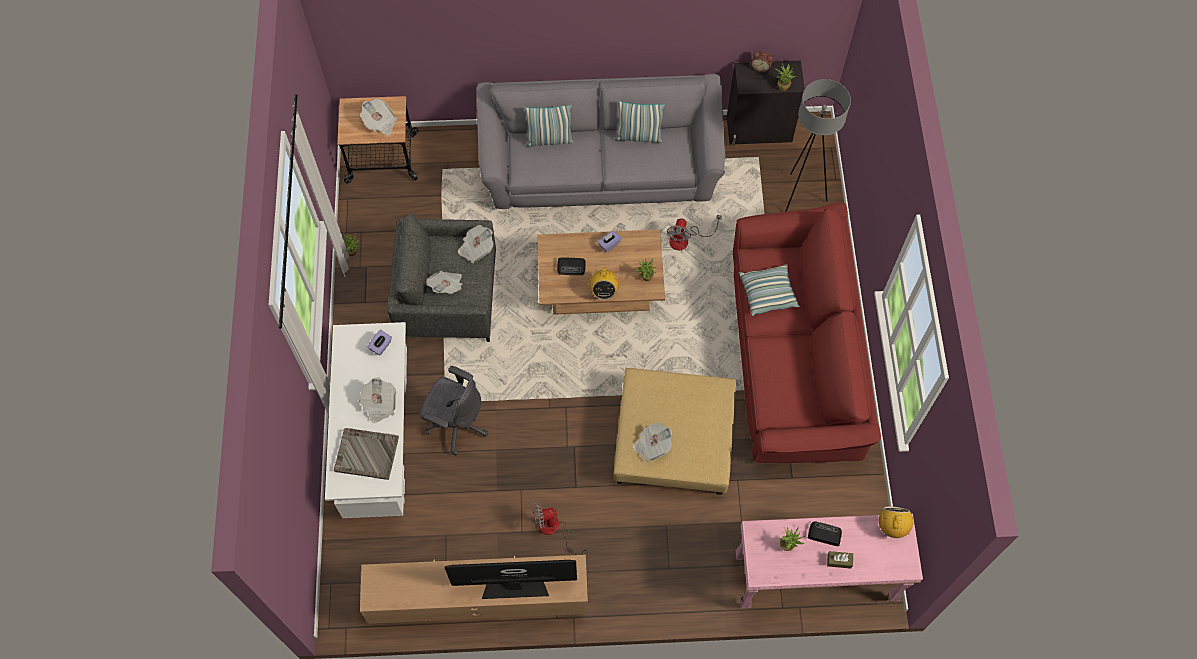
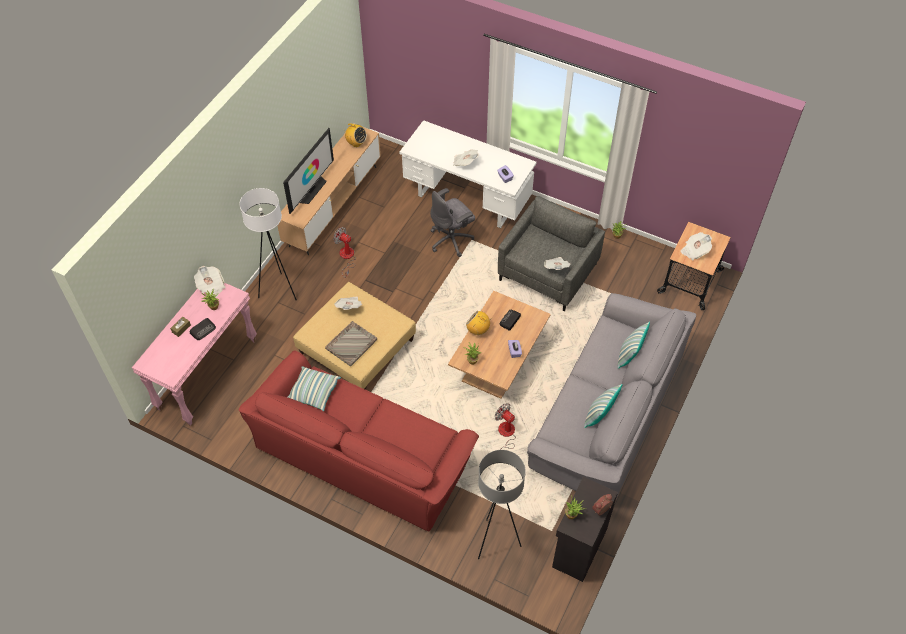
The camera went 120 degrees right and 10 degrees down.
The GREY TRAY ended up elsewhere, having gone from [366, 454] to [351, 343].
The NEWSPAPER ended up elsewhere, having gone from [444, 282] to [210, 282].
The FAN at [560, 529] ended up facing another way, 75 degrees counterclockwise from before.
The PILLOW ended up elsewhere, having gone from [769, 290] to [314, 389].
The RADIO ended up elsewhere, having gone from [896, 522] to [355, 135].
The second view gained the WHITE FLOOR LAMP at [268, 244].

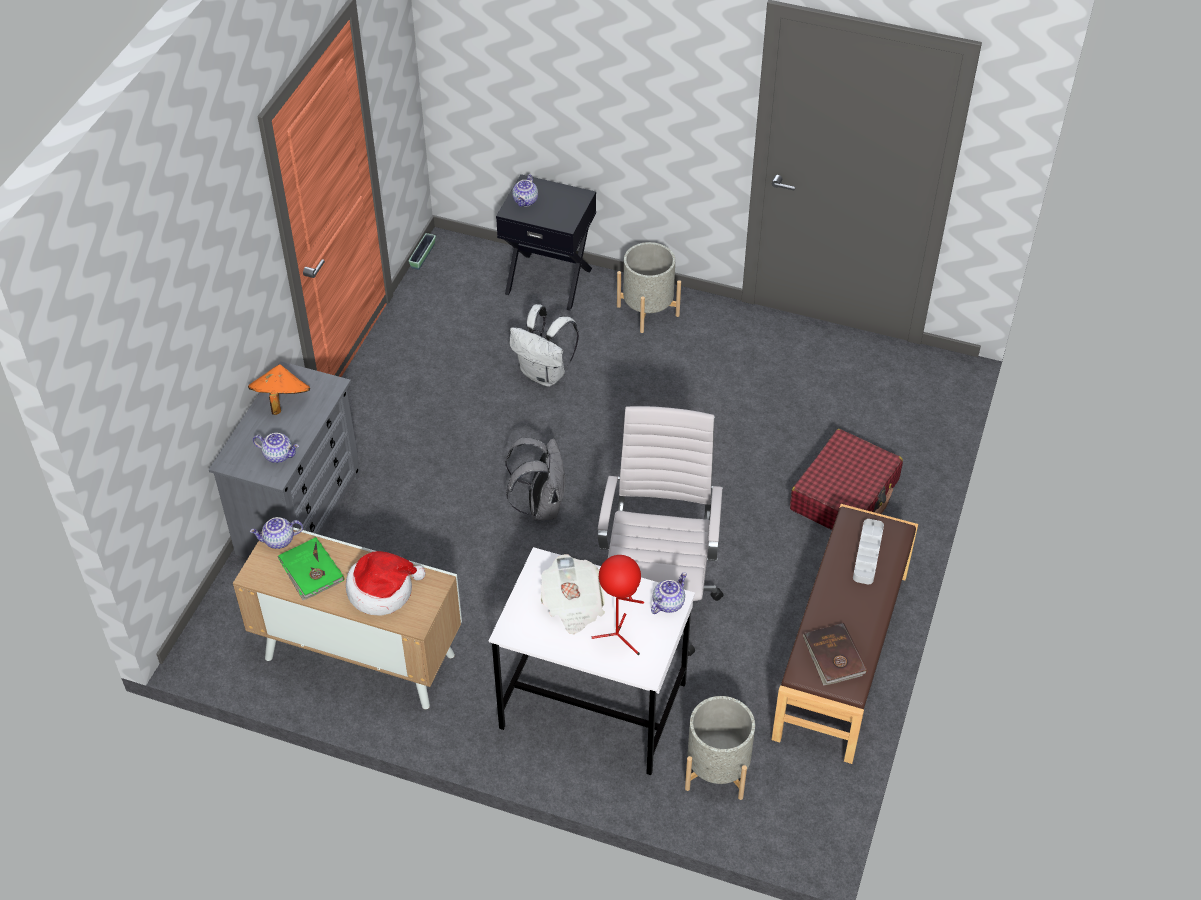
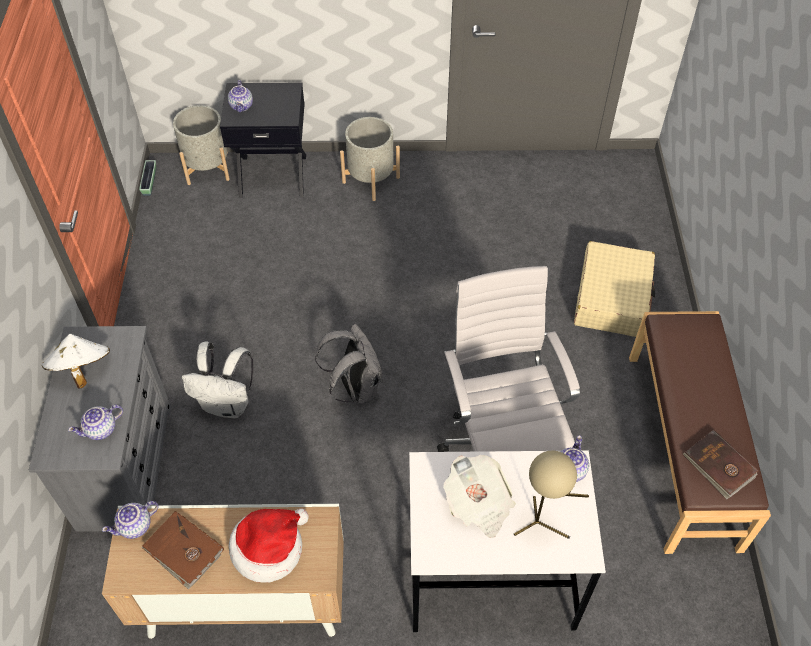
The camera went 20 degrees left and 5 degrees up.
What was the ORANGE HAT at [279, 389] turned into the WHITE HAT at [76, 361].
The TEAPOT at [276, 448] ended up facing another way, 150 degrees clockwise from before.
What was the GREEN BOOK at [311, 568] turned into the BROWN BOOK at [183, 550].
The WHITE BACKPACK ended up elsewhere, having gone from [544, 345] to [217, 379].
What was the RED TABLE LAMP at [618, 605] turned into the BEIGE TABLE LAMP at [551, 495].
The GREY PLANTER ended up elsewhere, having gone from [720, 748] to [201, 145].
What was the RED SUITCASE at [846, 479] turned into the BEIGE SUITCASE at [614, 289].
The second view lost the GREY TRAY at [868, 552].

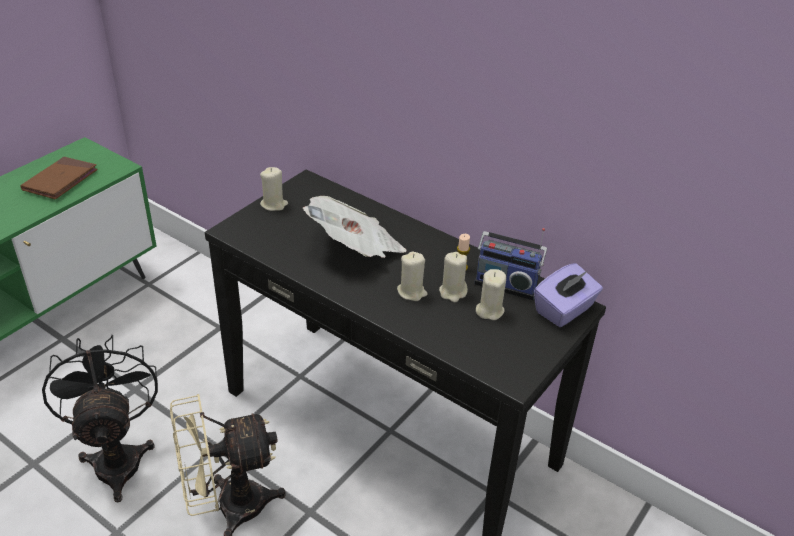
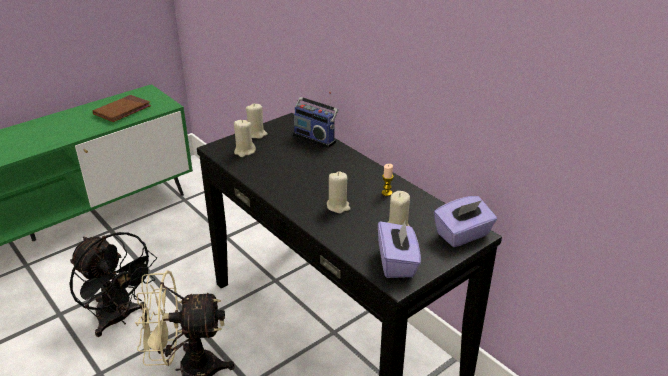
The camera went 15 degrees right and 5 degrees down.
The BLACK FAN at [100, 418] ended up facing another way, 135 degrees clockwise from before.
The second view lost the NEWSPAPER at [355, 227].
The BEIGE CANDLE ended up elsewhere, having gone from [453, 277] to [245, 138].
The RADIO ended up elsewhere, having gone from [510, 264] to [315, 119].
The second view gained the PURPLE TISSUE BOX at [399, 248].

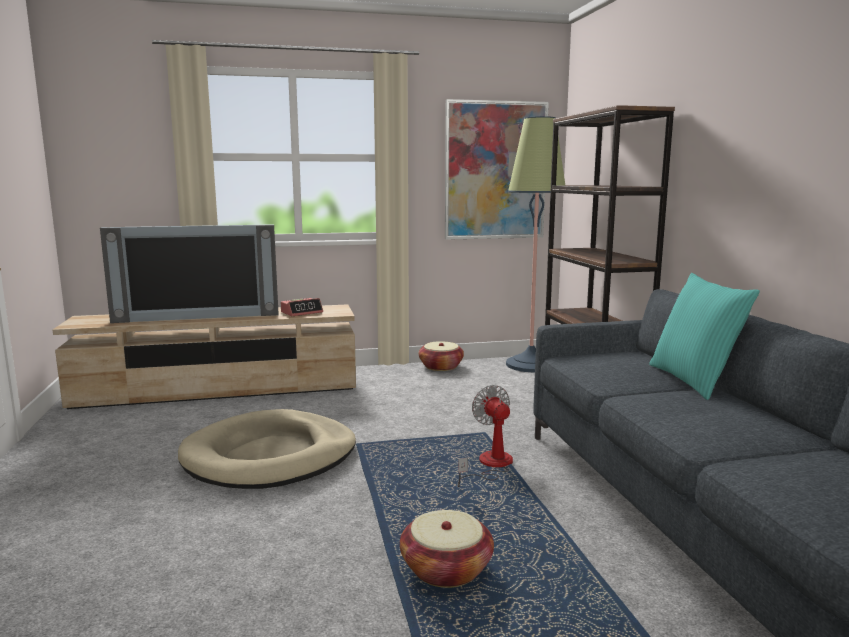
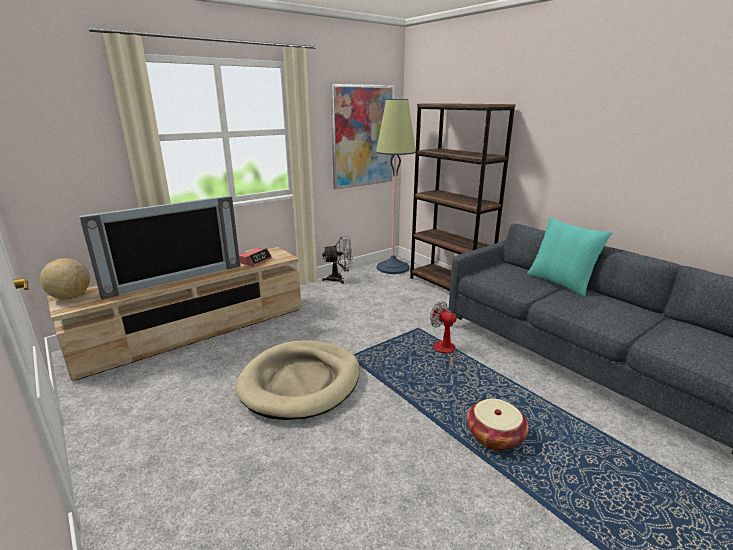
The camera went 25 degrees left and 10 degrees up.
Where the BASKET stood at [441, 356], the GREY FAN came to stand at [337, 260].
The second view gained the GLOBE at [65, 278].

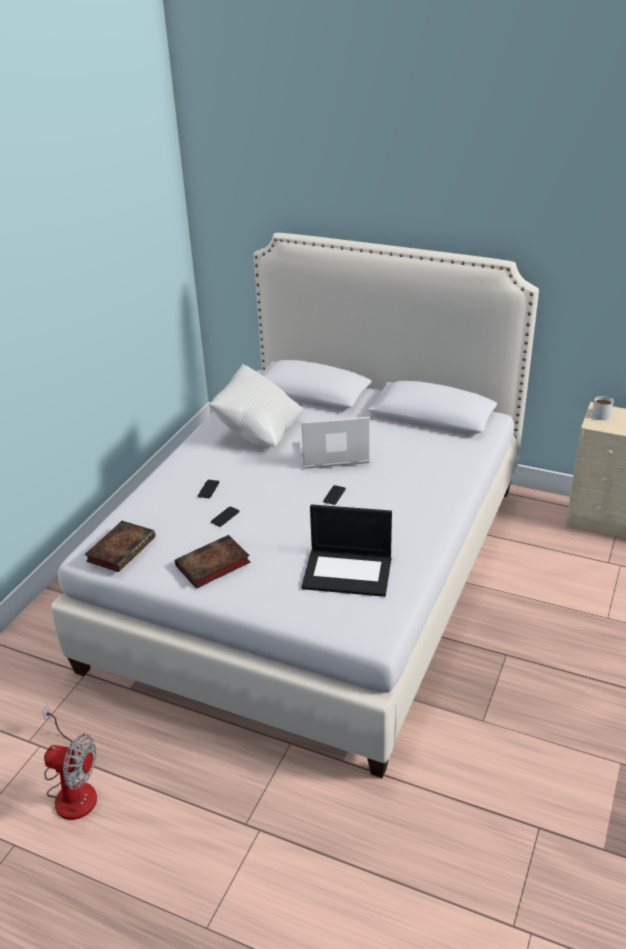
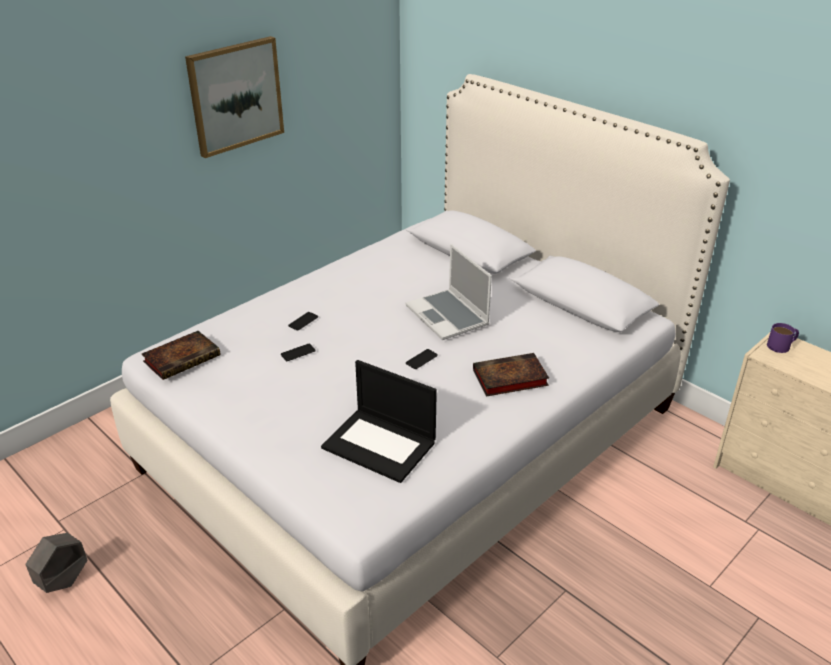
The camera went 20 degrees right and 0 degrees up.
Where the FAN stood at [69, 762], the GREY PLANTER came to stand at [56, 563].
The BOOK ended up elsewhere, having gone from [213, 562] to [511, 374].
The second view lost the WHITE PILLOW at [257, 405].
The LAPTOP at [334, 443] ended up facing another way, 135 degrees counterclockwise from before.
What was the WHITE MUG at [603, 408] turned into the PURPLE MUG at [783, 338].
The second view gained the PICTURE at [234, 97].

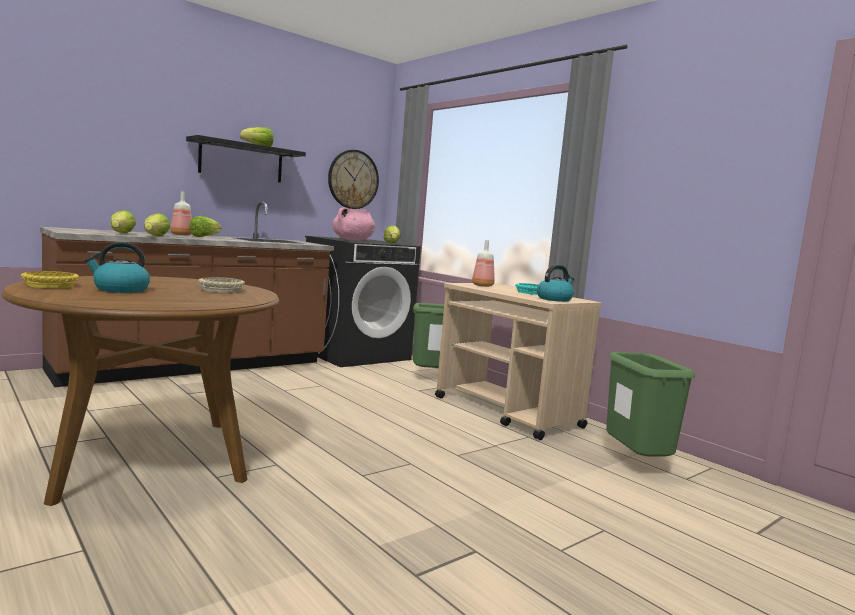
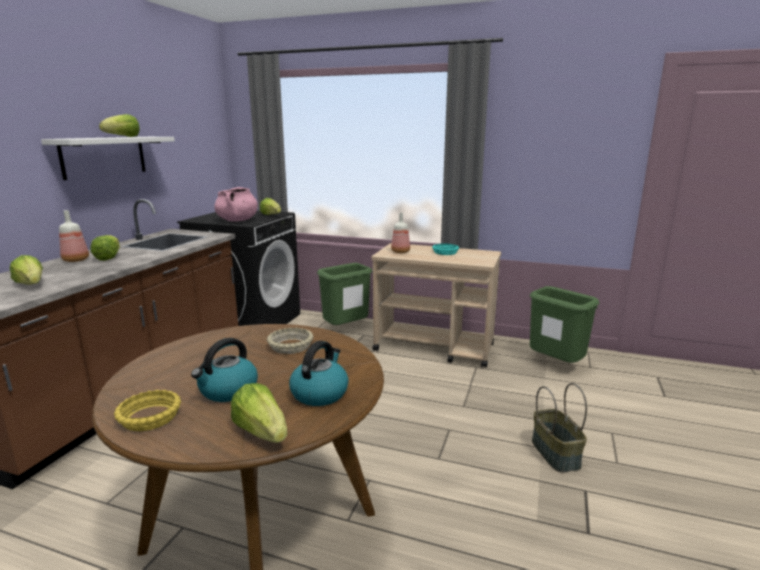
The camera went 30 degrees left and 10 degrees up.
The LETTUCE ended up elsewhere, having gone from [157, 224] to [259, 413].
What was the BLACK SHELF at [246, 159] turned into the WHITE SHELF at [108, 158].
The second view lost the WALL CLOCK at [353, 179].
The KETTLE ended up elsewhere, having gone from [555, 283] to [319, 373].
The second view gained the BASKET at [559, 428].

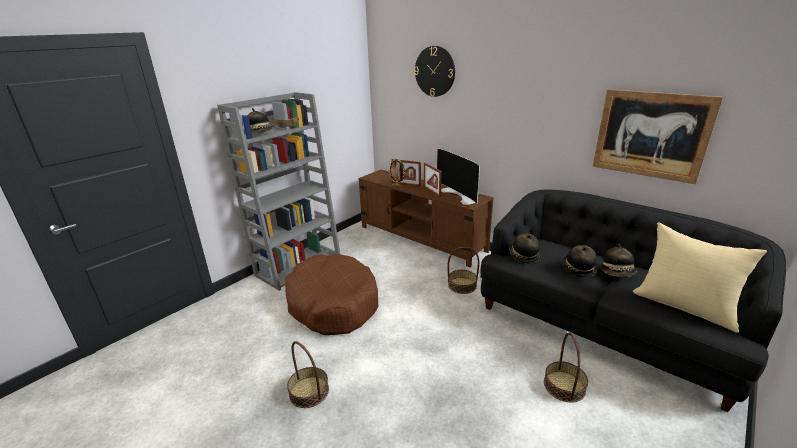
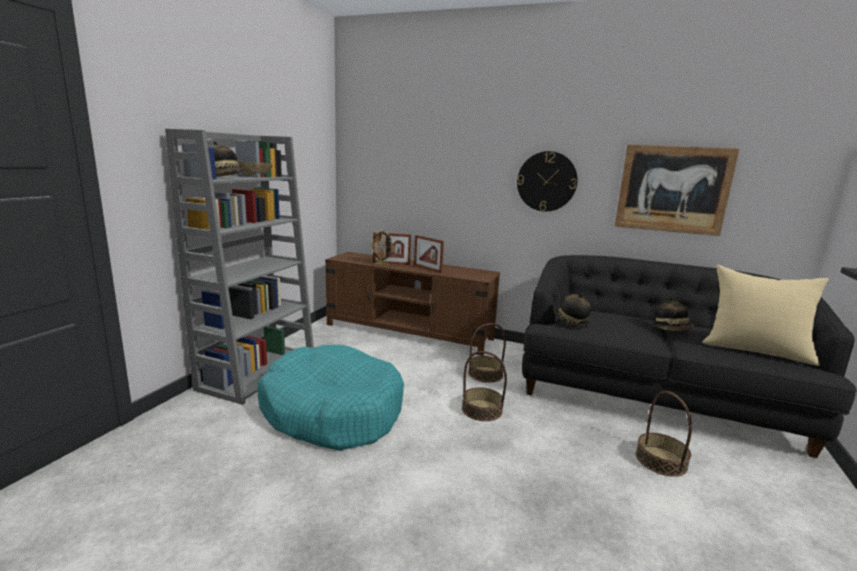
The camera went 20 degrees left and 10 degrees down.
What was the BROWN DOG BED at [331, 294] turned into the TURQUOISE DOG BED at [330, 398].
The BASKET ended up elsewhere, having gone from [308, 374] to [484, 386].
The WALL CLOCK ended up elsewhere, having gone from [434, 71] to [547, 181].
The second view lost the TELEVISION at [458, 176].
The second view lost the HAT at [580, 261].

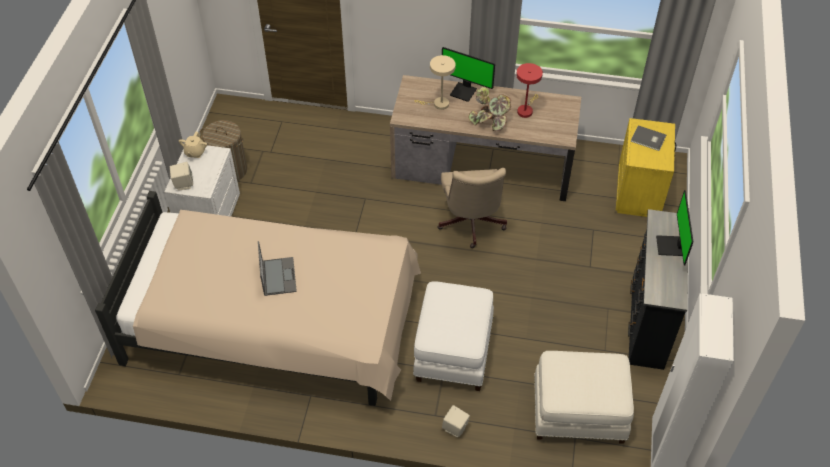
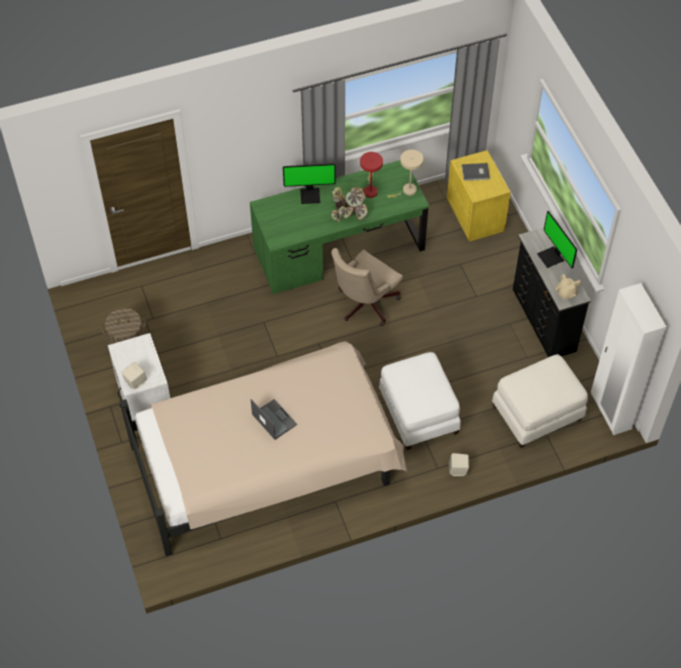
The camera went 30 degrees left and 5 degrees up.
The BEIGE TEAPOT ended up elsewhere, having gone from [193, 145] to [568, 286].
What was the BROWN DESK at [485, 138] turned into the GREEN DESK at [339, 227].
The BEIGE TABLE LAMP ended up elsewhere, having gone from [435, 82] to [405, 174].
The BEIGE OFFICE CHAIR at [472, 208] ended up facing another way, 75 degrees clockwise from before.

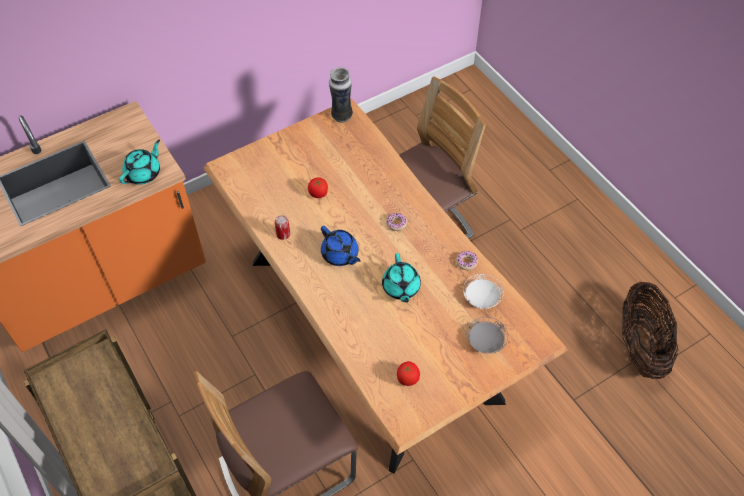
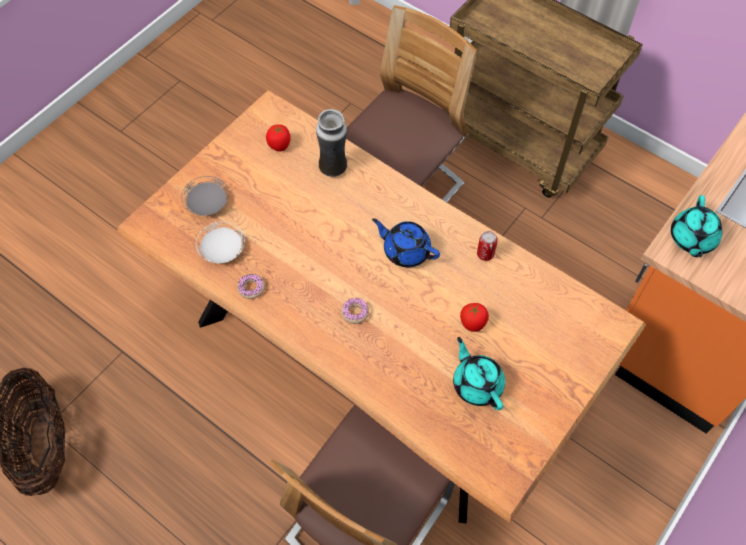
The camera went 160 degrees right and 5 degrees up.
The VASE ended up elsewhere, having gone from [341, 95] to [331, 143].
The TURQUOISE TEAPOT ended up elsewhere, having gone from [401, 277] to [479, 373].

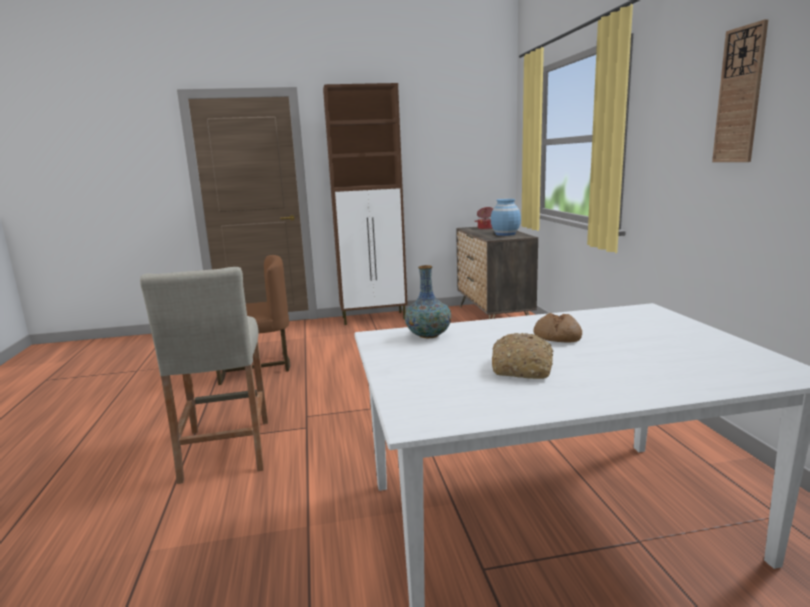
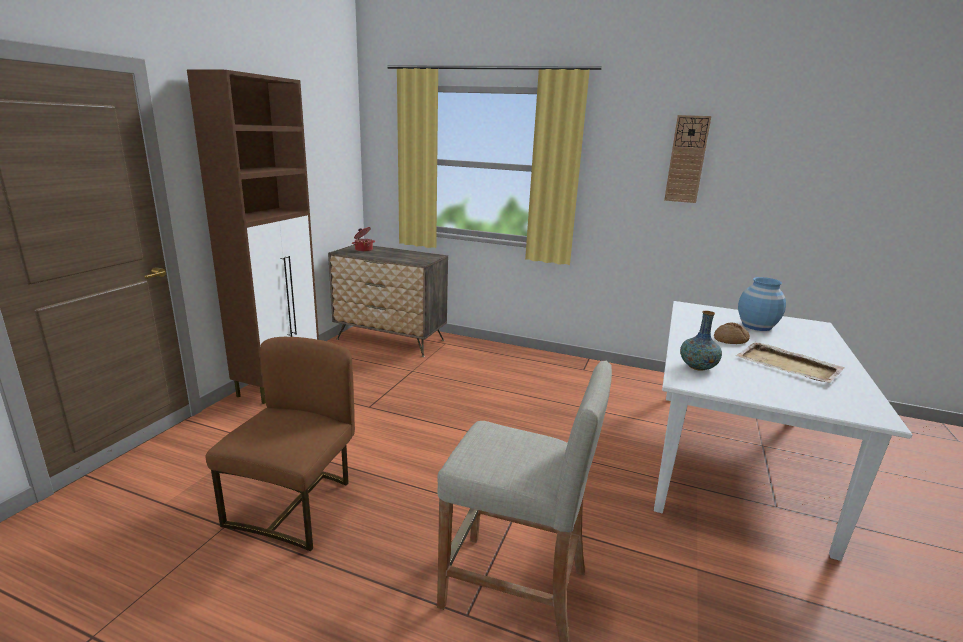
The camera went 60 degrees left and 5 degrees up.
The BLUE VASE ended up elsewhere, having gone from [506, 217] to [762, 304].
Where the BREAD stood at [522, 356], the BEIGE TRAY came to stand at [790, 362].

